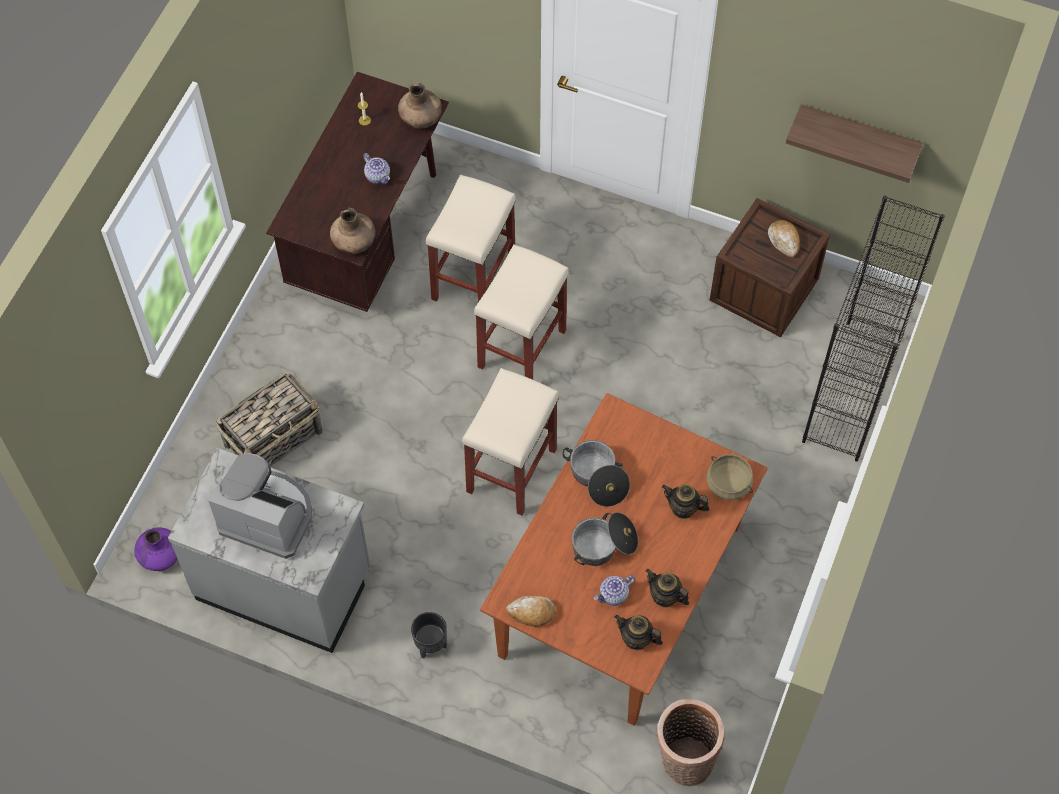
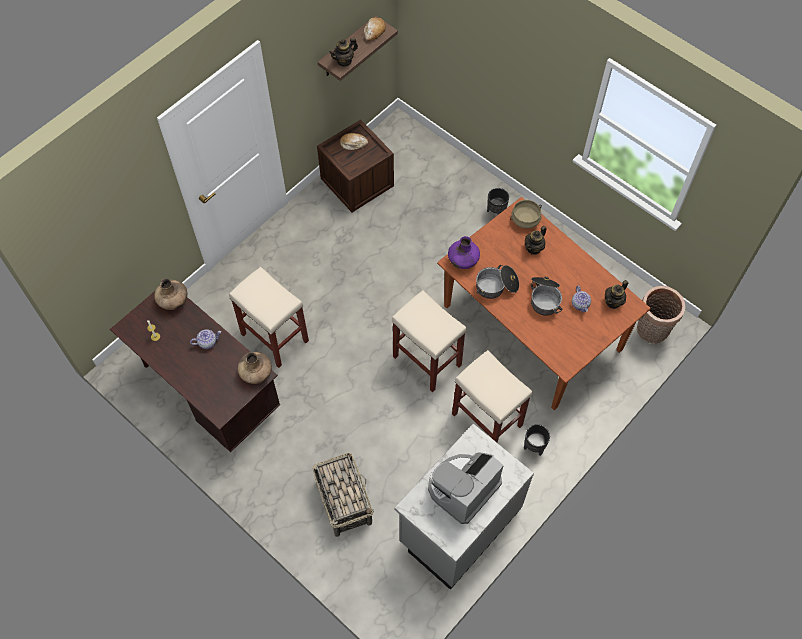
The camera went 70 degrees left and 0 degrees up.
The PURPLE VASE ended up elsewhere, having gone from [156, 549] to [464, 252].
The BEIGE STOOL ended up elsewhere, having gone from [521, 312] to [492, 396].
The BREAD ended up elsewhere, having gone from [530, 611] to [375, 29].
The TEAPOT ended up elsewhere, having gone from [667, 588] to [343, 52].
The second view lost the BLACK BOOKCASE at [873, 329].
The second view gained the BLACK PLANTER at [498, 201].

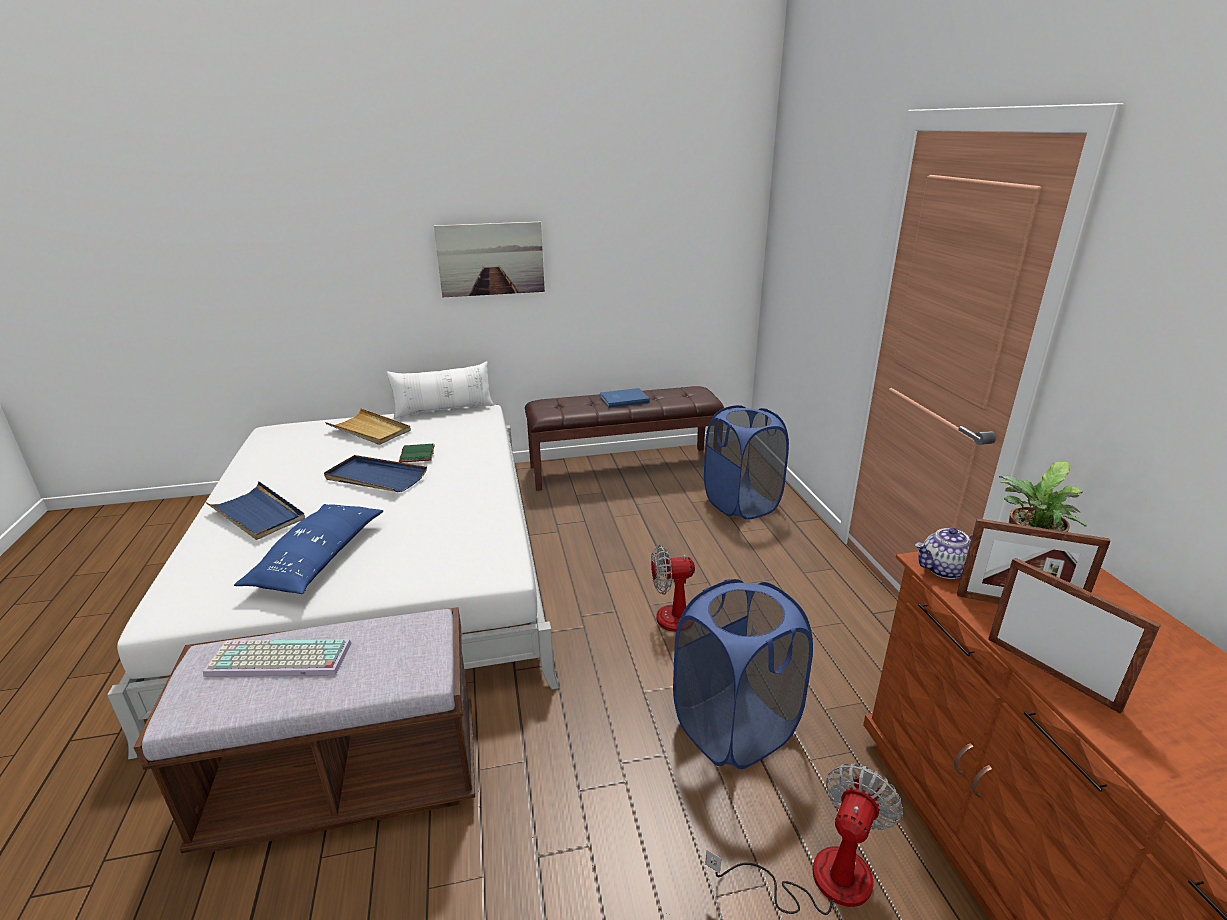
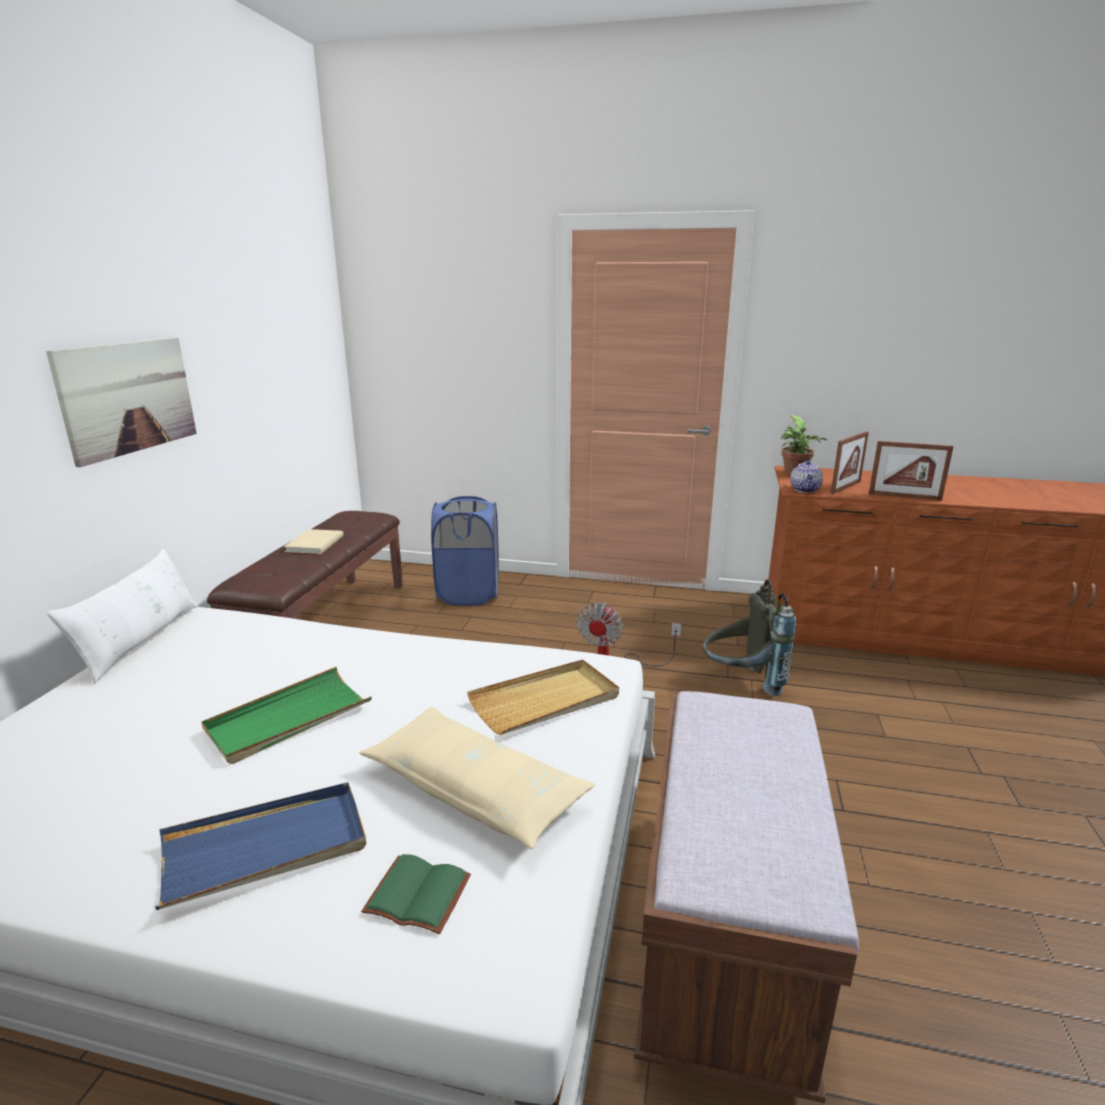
The camera went 65 degrees left and 5 degrees down.
The second view lost the KEYBOARD at [277, 658].
What was the BLUE PILLOW at [308, 549] turned into the BEIGE PILLOW at [477, 778].
What was the BLUE TRAY at [375, 473] turned into the GREEN TRAY at [286, 715].
The BEIGE TRAY ended up elsewhere, having gone from [368, 426] to [543, 697].
The GREEN BOOK ended up elsewhere, having gone from [417, 453] to [416, 894].
What was the BLUE BOOK at [625, 398] turned into the BEIGE BOOK at [314, 541].
Where the BLUE LAUNDRY BASKET stood at [743, 674], the GREY BACKPACK came to stand at [749, 637].
The second view lost the FAN at [804, 839].
The PICTURE FRAME at [1074, 636] ended up facing another way, 150 degrees counterclockwise from before.

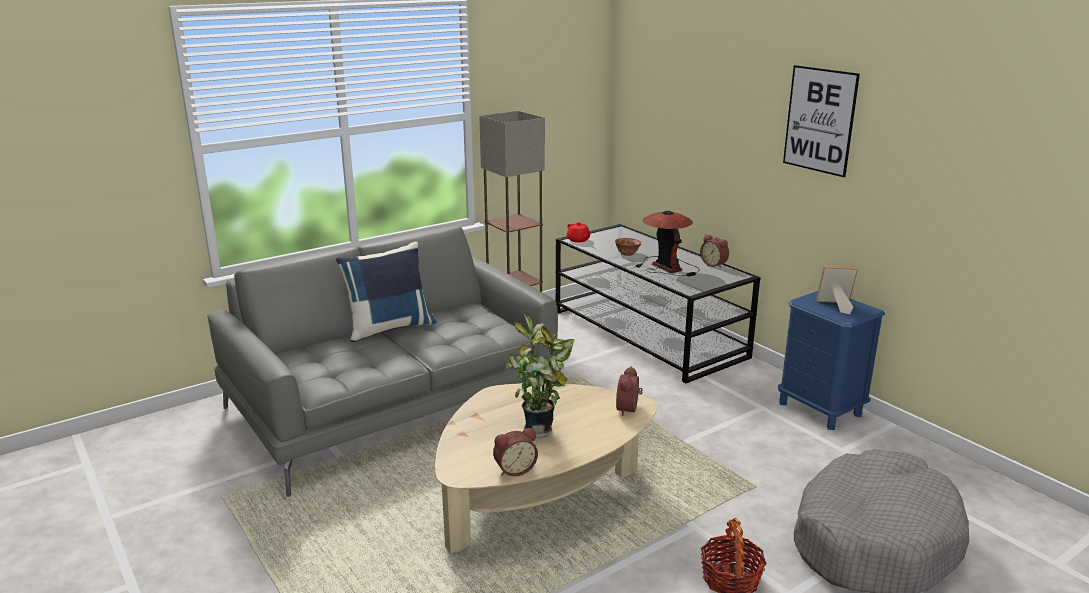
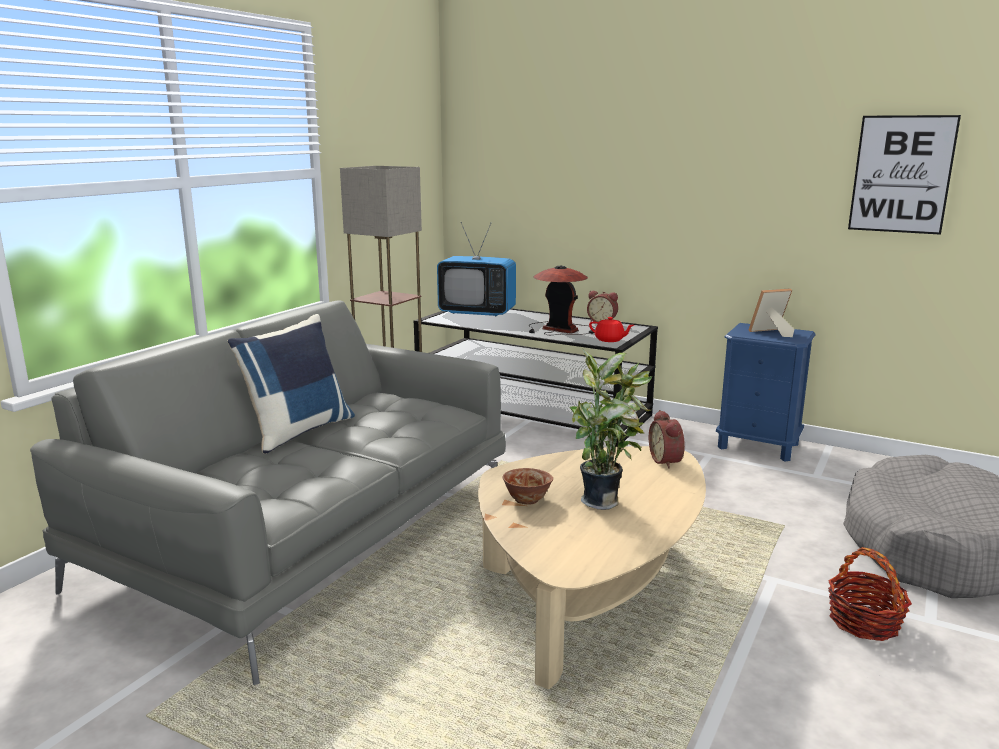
The camera went 25 degrees left and 5 degrees down.
The second view lost the ALARM CLOCK at [515, 452].
The RED TEAPOT ended up elsewhere, having gone from [579, 232] to [611, 329].
The BOWL ended up elsewhere, having gone from [628, 247] to [528, 486].
The PICTURE ended up elsewhere, having gone from [821, 121] to [904, 175].
The second view gained the TELEVISION at [476, 269].

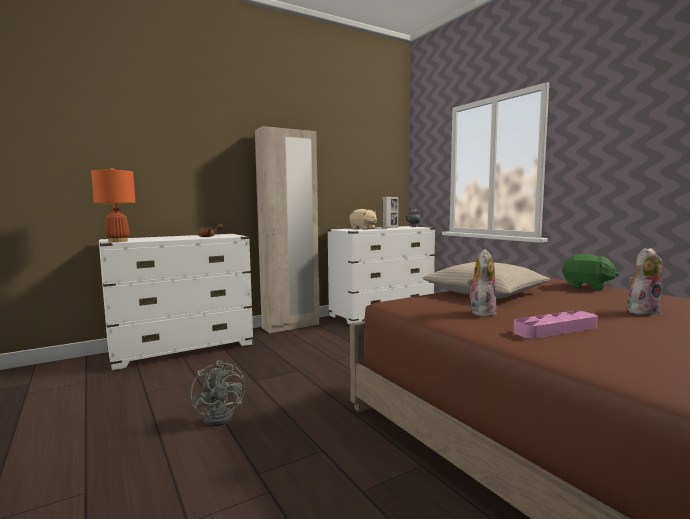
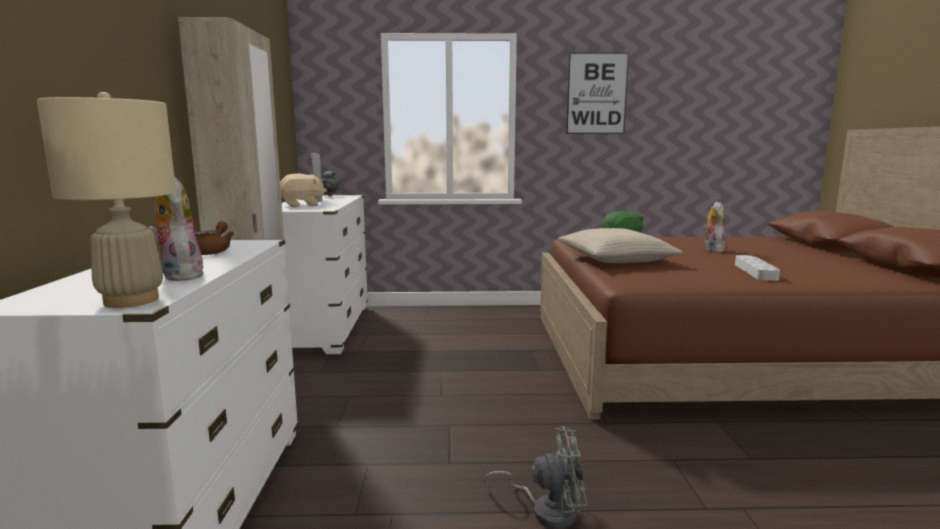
The camera went 60 degrees left and 5 degrees up.
What was the ORANGE TABLE LAMP at [113, 205] turned into the BEIGE TABLE LAMP at [106, 200].
The PLUSH TOY ended up elsewhere, having gone from [482, 283] to [176, 229].
What was the PINK TRAY at [556, 325] turned into the GREY TRAY at [757, 268].
The second view gained the PICTURE at [597, 93].

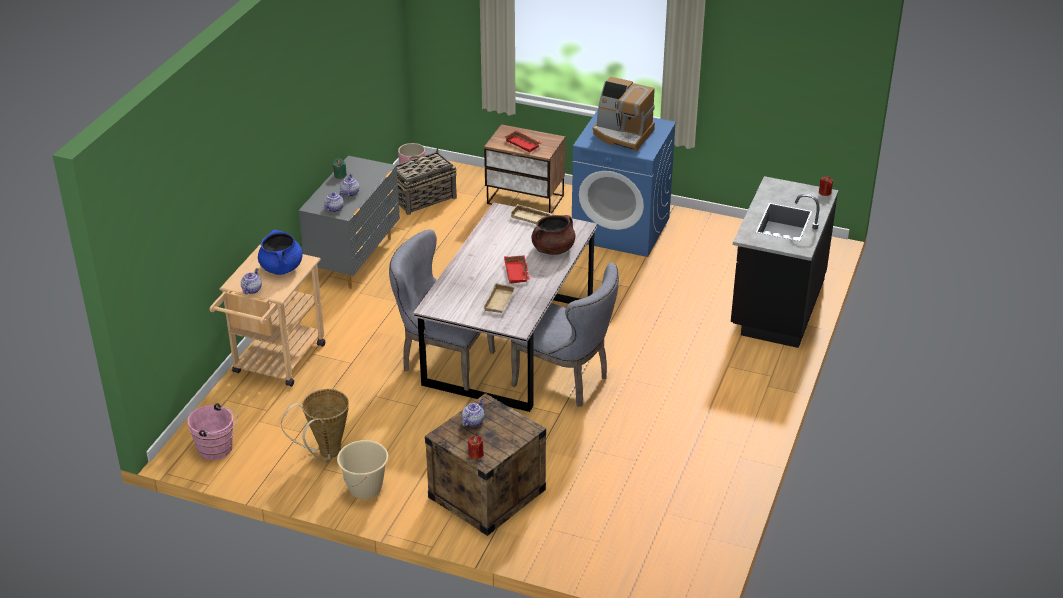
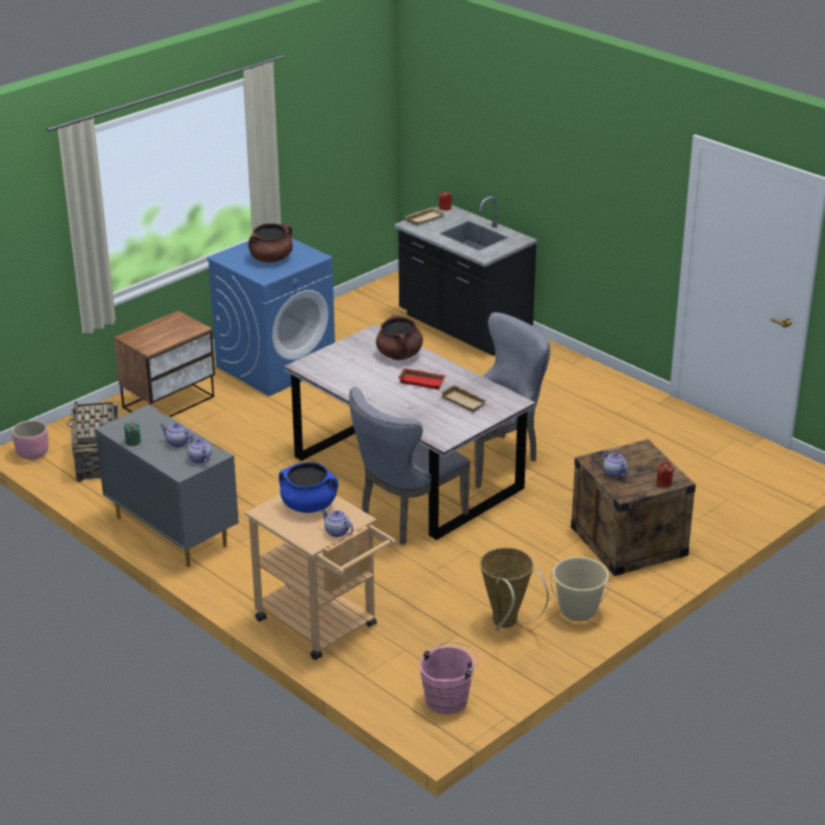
The camera went 65 degrees left and 5 degrees down.
The second view lost the RED TRAY at [523, 141].
The BEIGE TRAY ended up elsewhere, having gone from [530, 214] to [424, 216].
Where the COFFEE MACHINE stood at [623, 114], the BROWN COOKING POT came to stand at [270, 242].

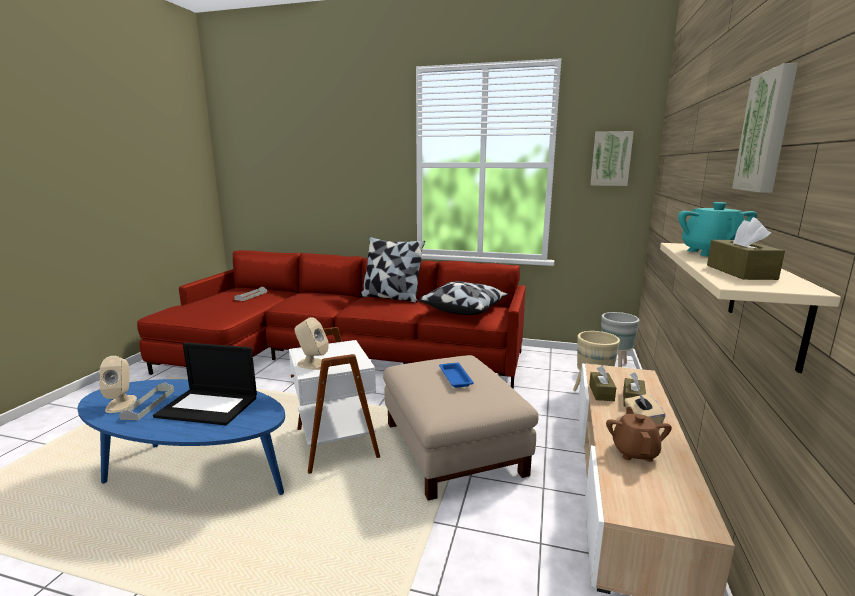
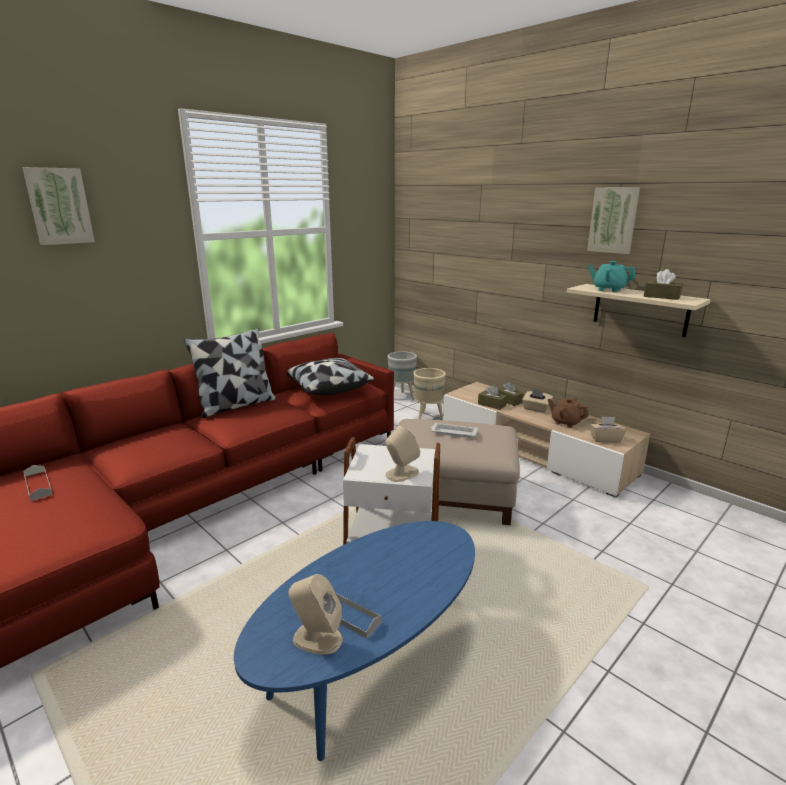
The camera went 60 degrees left and 5 degrees up.
The second view lost the LAPTOP at [205, 383].
What was the BLUE TRAY at [456, 375] turned into the WHITE TRAY at [454, 430].
The PICTURE ended up elsewhere, having gone from [612, 158] to [58, 206].
The second view gained the BEIGE TISSUE BOX at [608, 429].

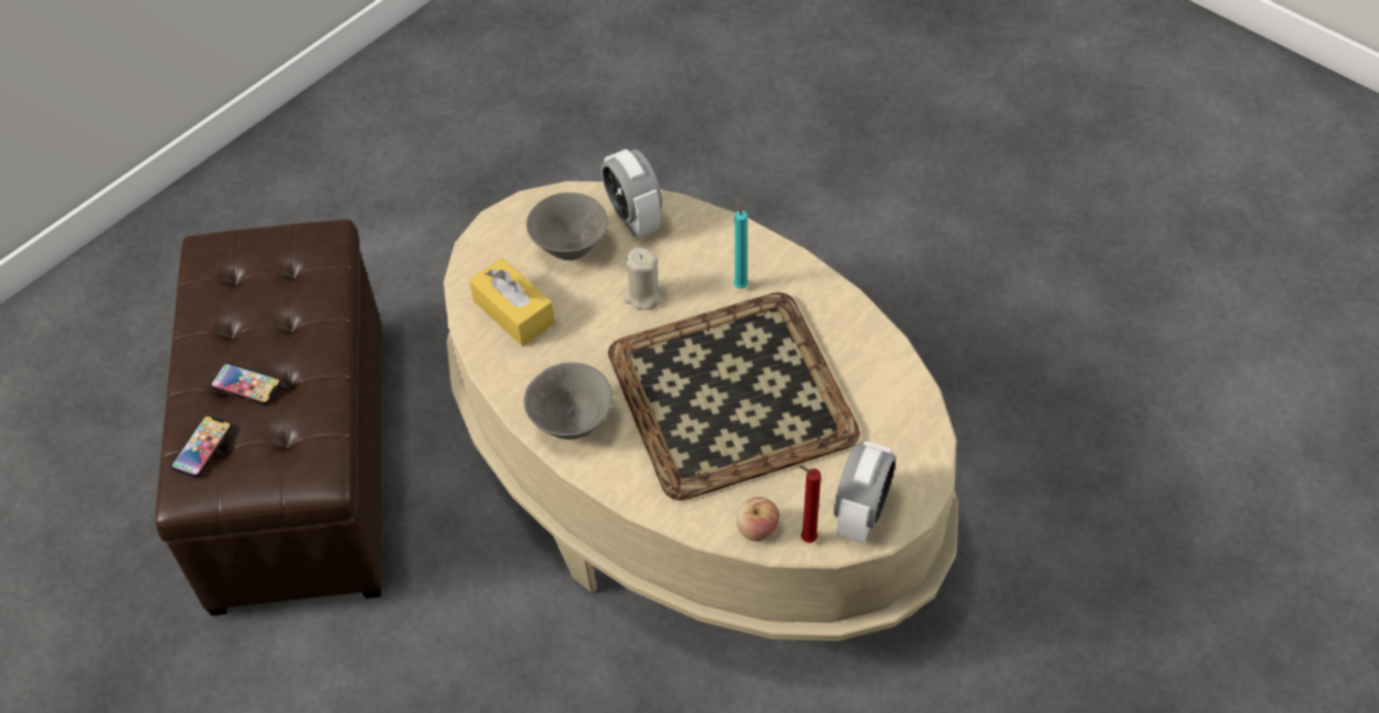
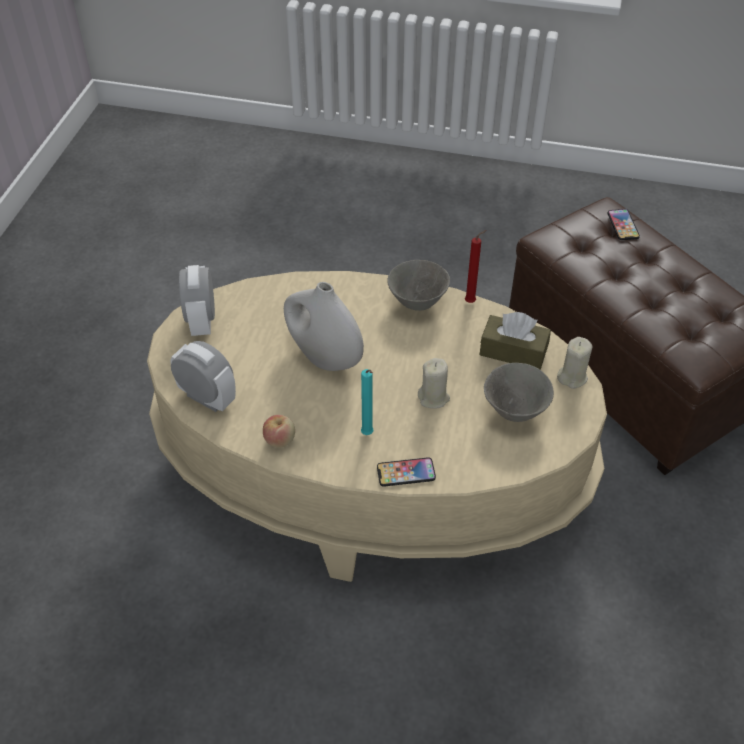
The camera went 150 degrees right and 5 degrees down.
The PHONE ended up elsewhere, having gone from [245, 384] to [406, 472].
What was the YELLOW TISSUE BOX at [512, 302] turned into the BROWN TISSUE BOX at [515, 341].
The ALARM CLOCK ended up elsewhere, having gone from [631, 193] to [203, 376].
Where the TRAY stood at [734, 396], the WHITE VASE came to stand at [324, 326].
The APPLE ended up elsewhere, having gone from [758, 519] to [279, 431].
The RED CANDLE ended up elsewhere, having gone from [810, 504] to [475, 266].
The second view gained the BEIGE CANDLE at [574, 363].

